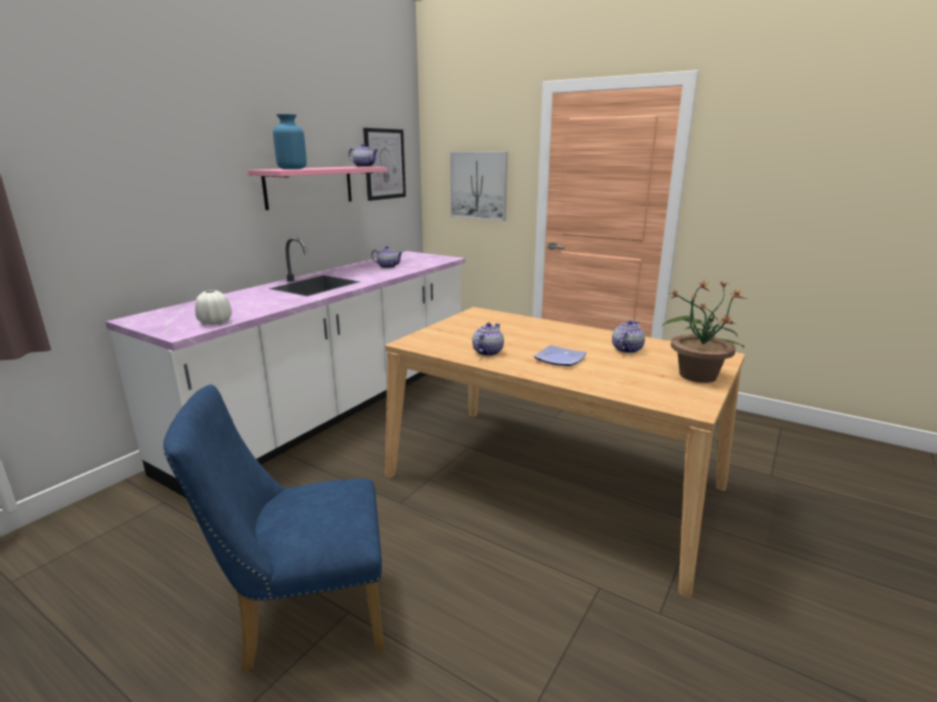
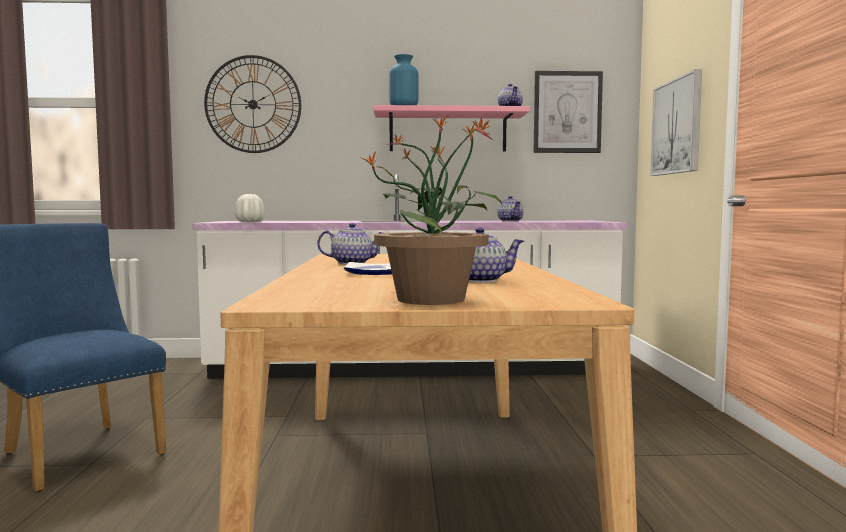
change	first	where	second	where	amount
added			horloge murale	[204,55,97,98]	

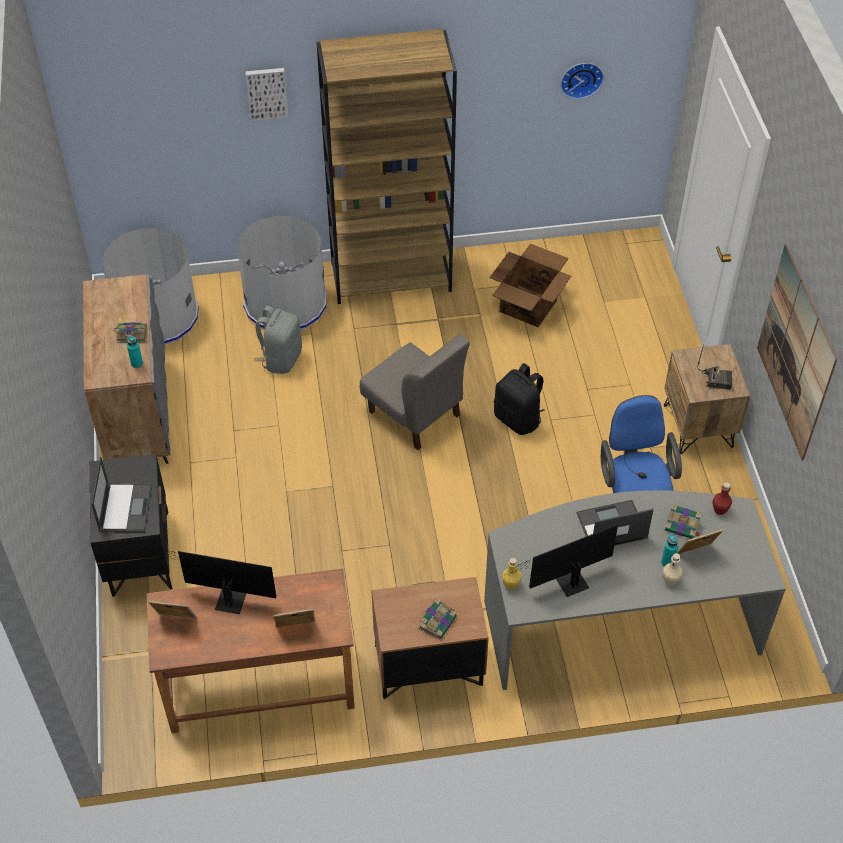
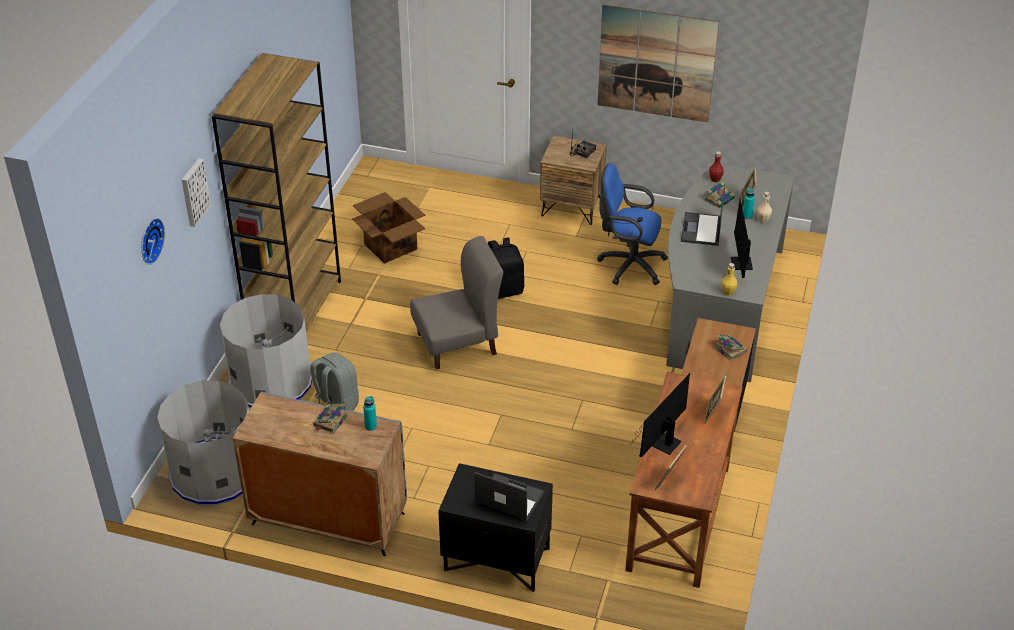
change	first	where	second	where	amount
moved	horloge murale	[561,63,43,36]		[141,218,24,47]	

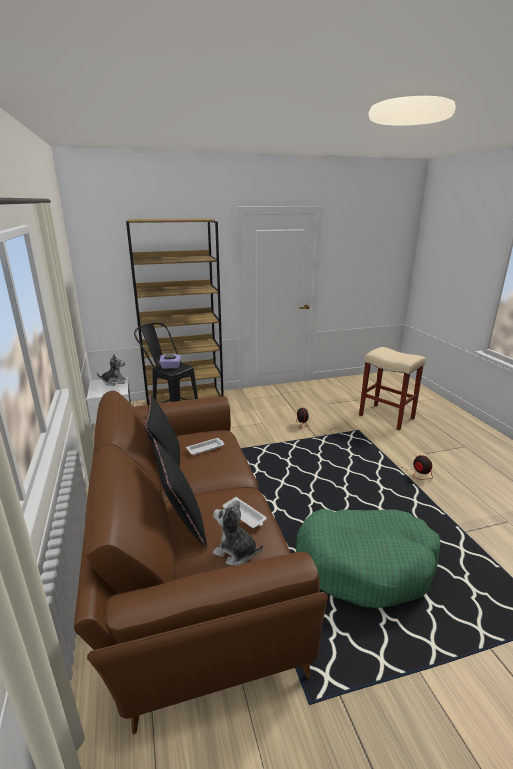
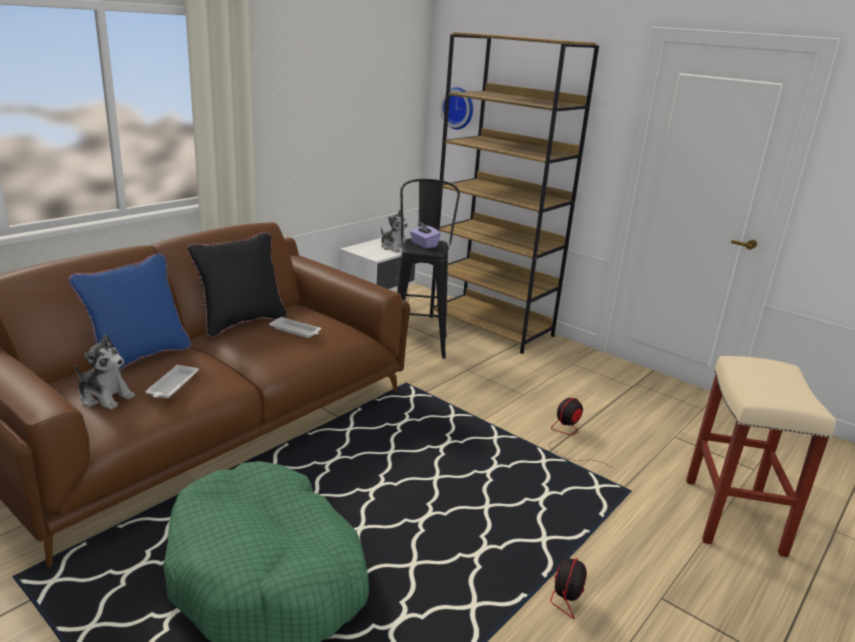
change	first	where	second	where	amount
recoloured	coussin [noir]	[153,439,54,109]	coussin [bleu]	[68,253,123,118]	
turned	peluche	[213,501,50,65]		[75,334,60,76]	120 degrees clockwise
added			horloge murale	[440,87,33,43]	

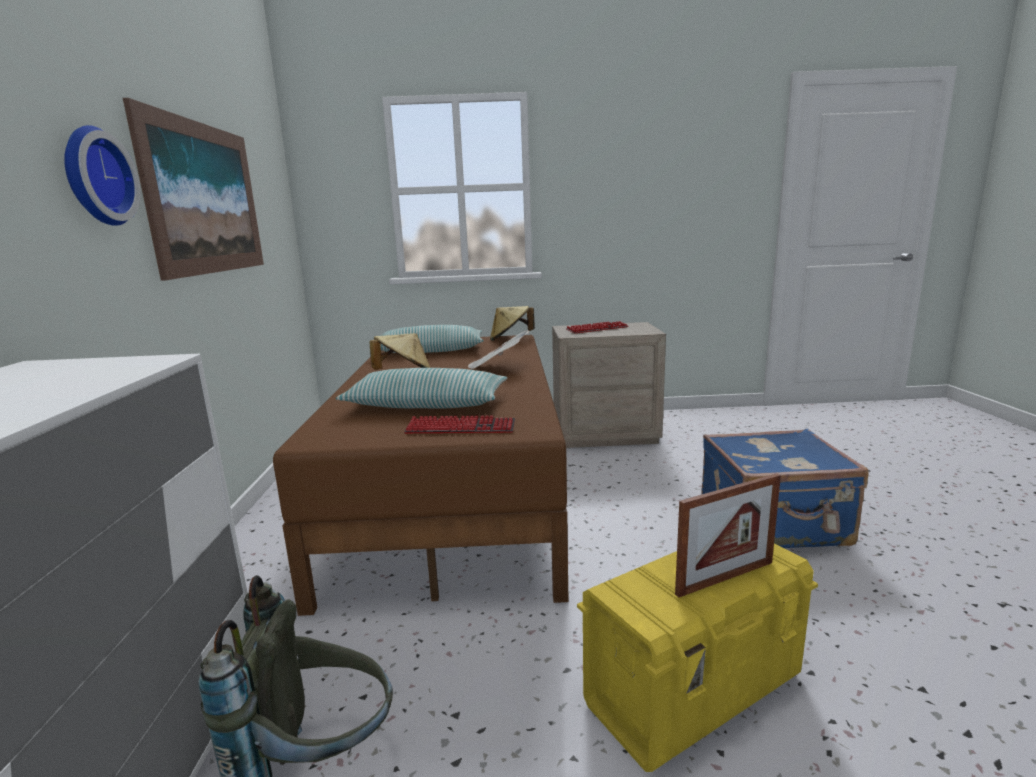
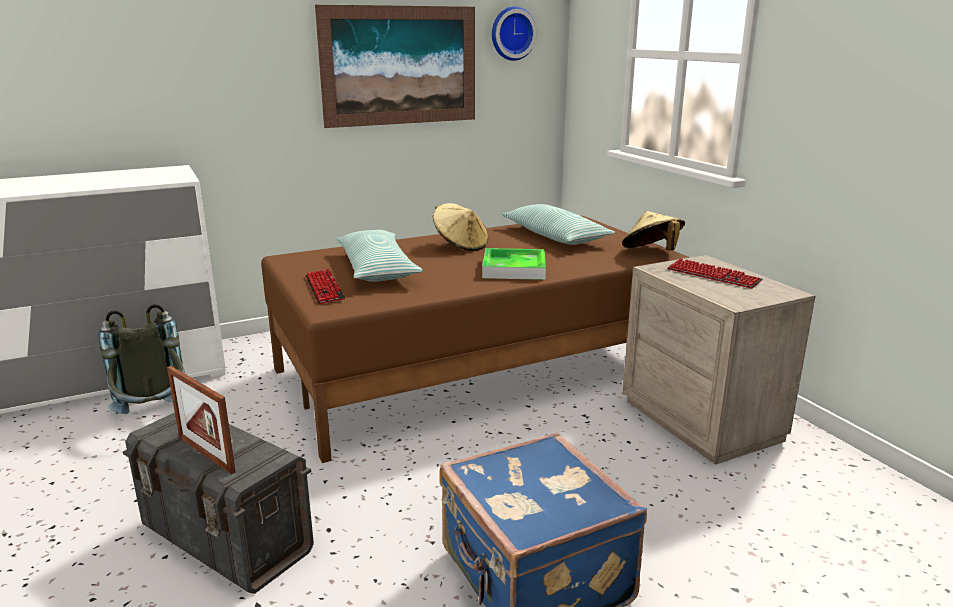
change	first	where	second	where	amount
recoloured	boîte de rangement [jaune]	[577,543,241,229]	boîte de rangement [gris]	[123,413,191,181]	
replaced	journal	[468,330,61,39]	plateau	[482,248,64,32]	
moved	horloge murale	[64,125,77,101]		[492,6,45,55]	

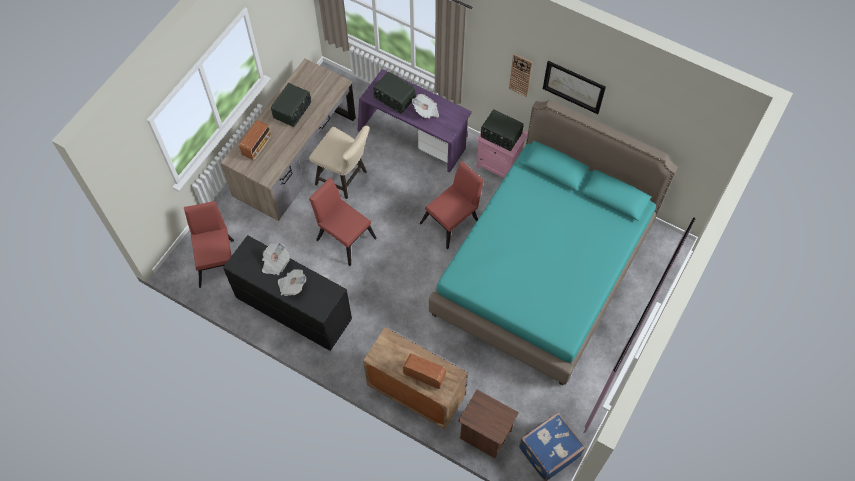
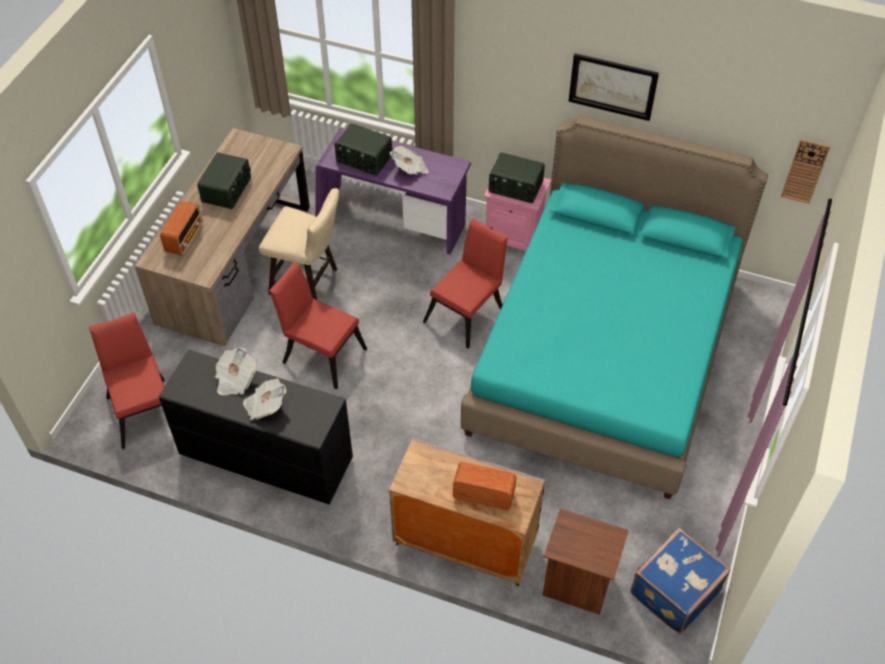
change	first	where	second	where	amount
moved	horloge murale	[509,54,24,43]		[781,139,50,65]	

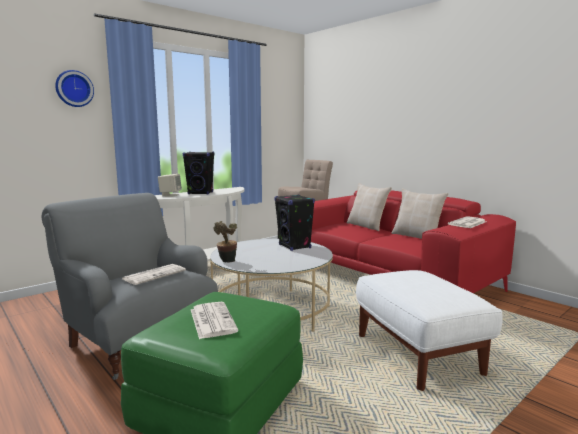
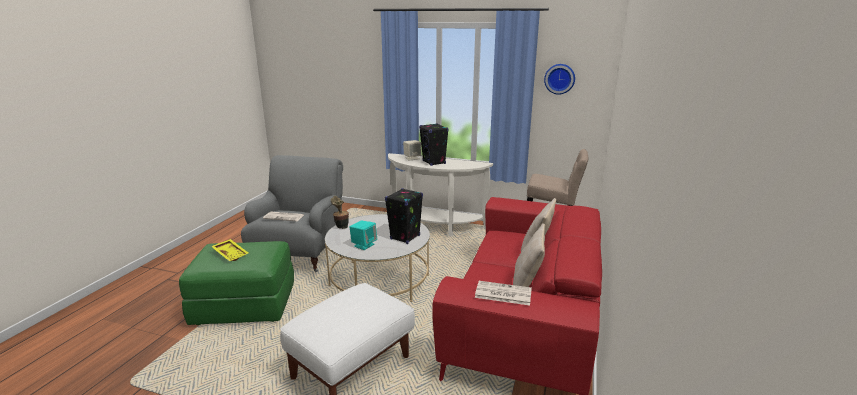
change	first	where	second	where	amount
replaced	journal	[191,302,47,37]	plateau [jaune]	[211,239,37,22]	
added			enceinte [turquoise]	[350,220,27,30]	
moved	horloge murale	[55,70,39,37]		[544,64,31,31]	

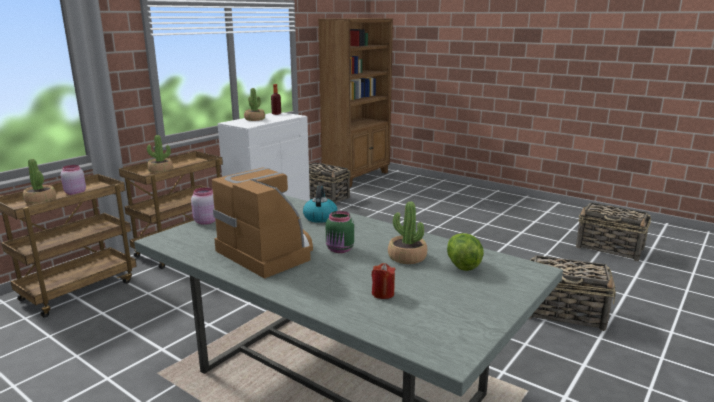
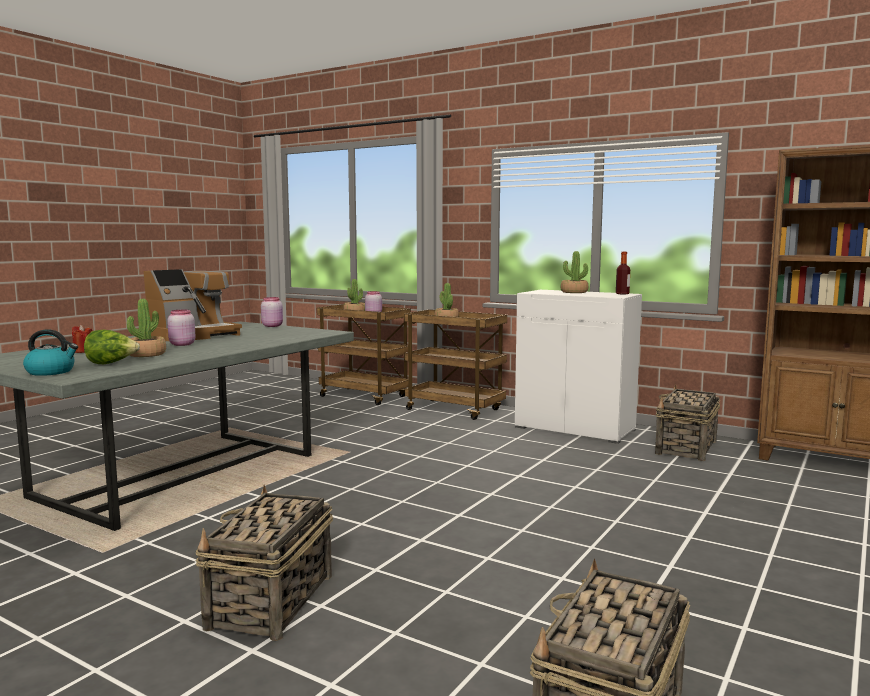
change	first	where	second	where	amount
moved	bouilloire	[303,186,34,37]		[23,329,55,47]	
recoloured	bocal [vert]	[326,211,28,42]	bocal [rose]	[167,310,28,36]	

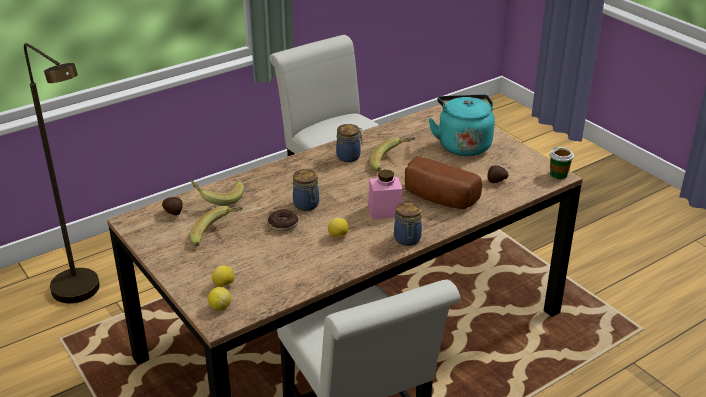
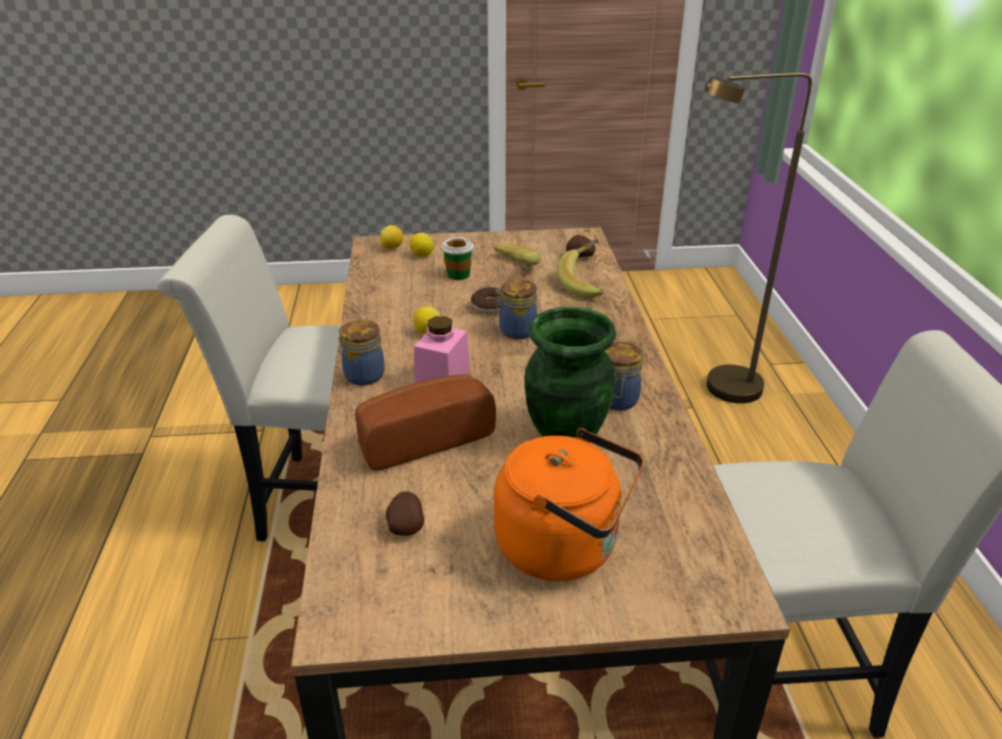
change	first	where	second	where	amount
moved	tasse	[550,147,24,32]		[441,237,33,43]	
recoloured	bouilloire [turquoise]	[429,94,66,62]	bouilloire [orange]	[494,428,150,153]	
replaced	banane	[370,137,45,34]	vase [vert]	[525,307,91,131]	

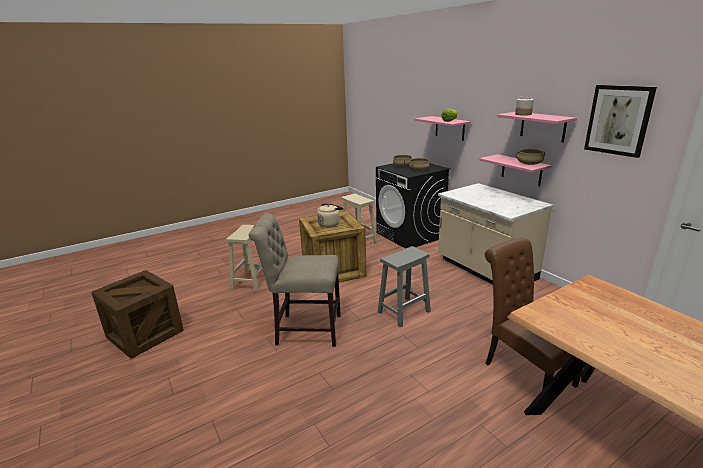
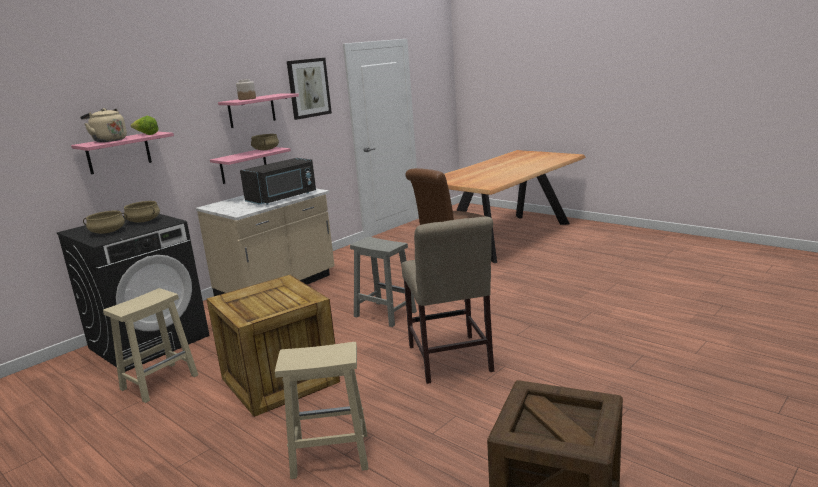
change	first	where	second	where	amount
moved	bouilloire [beige]	[317,204,26,24]		[80,108,47,34]	
added			micro-ondes [noir]	[240,158,76,47]	

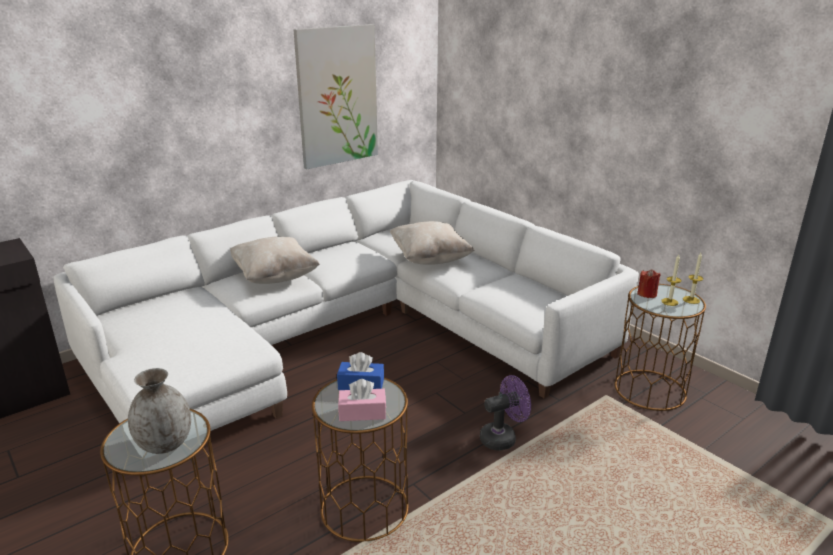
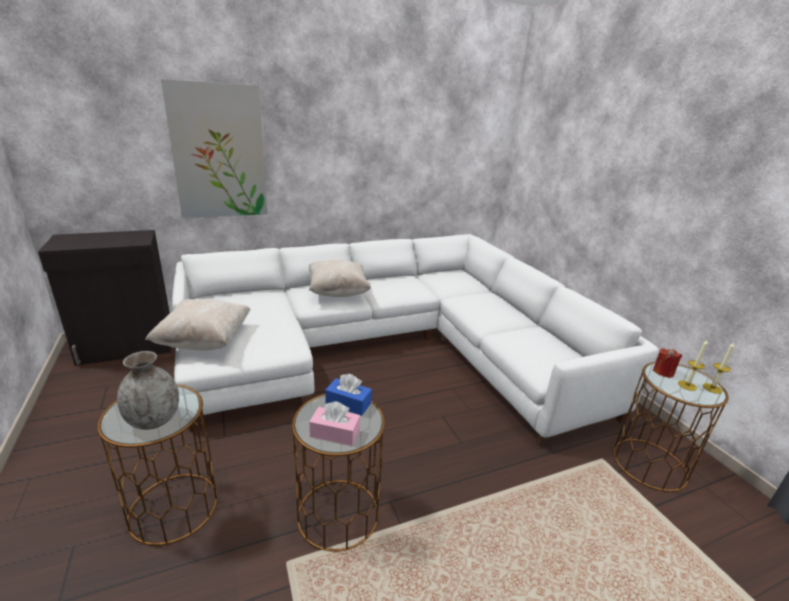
change	first	where	second	where	amount
moved	coussin [beige]	[390,221,85,44]		[145,299,105,51]	
moved	tableau	[293,24,85,145]		[161,79,106,139]	
removed	ventilateur [violet]	[480,375,51,76]			

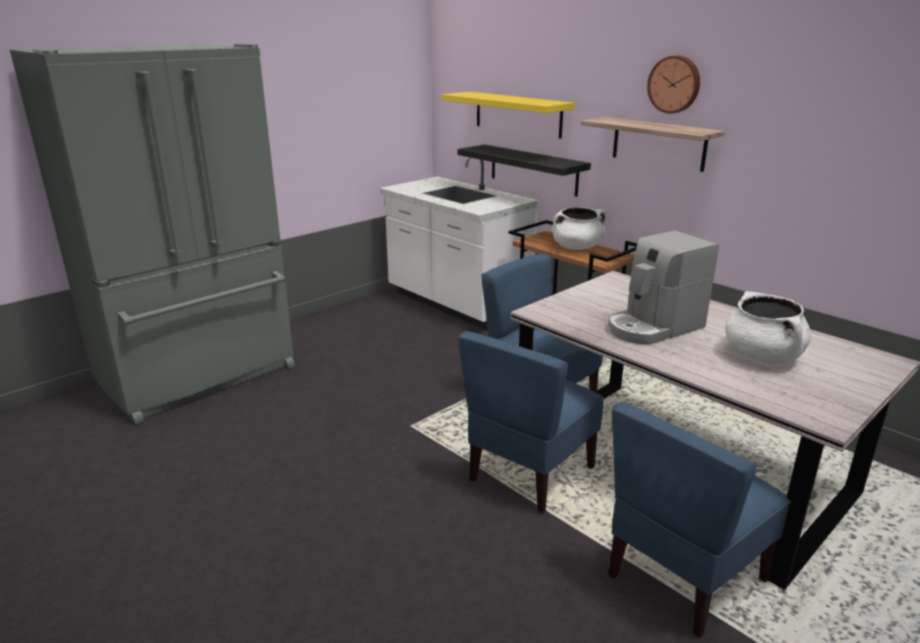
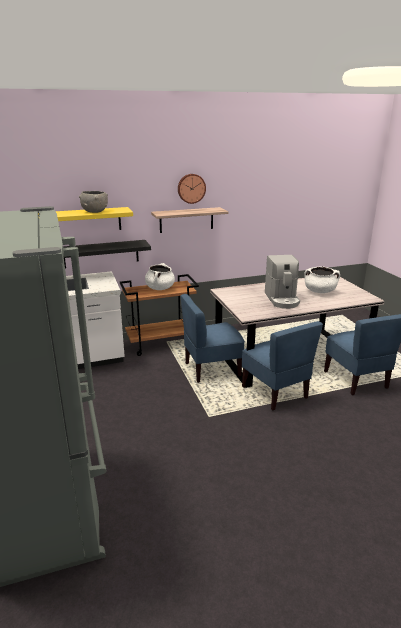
change	first	where	second	where	amount
added			bol [gris]	[79,191,29,22]	

